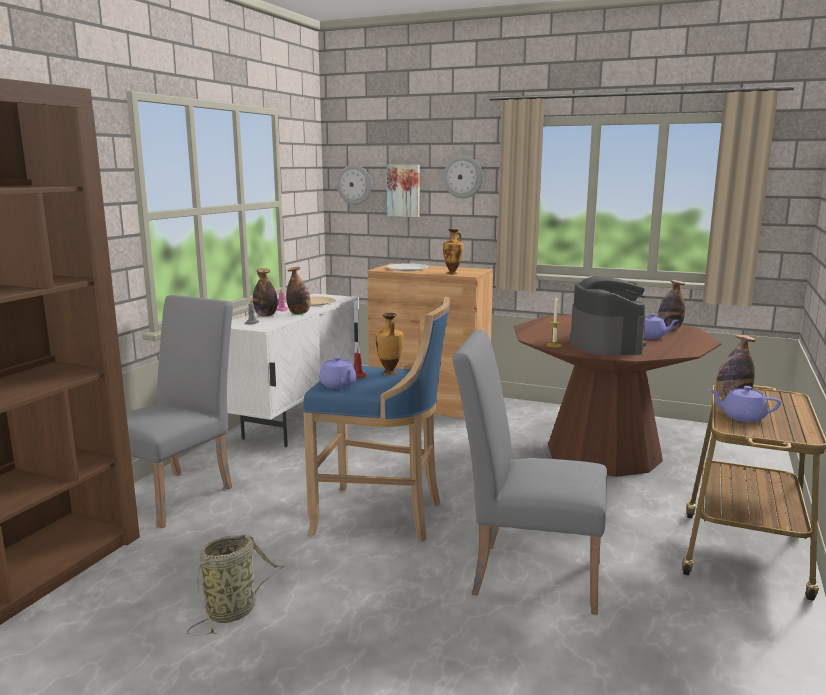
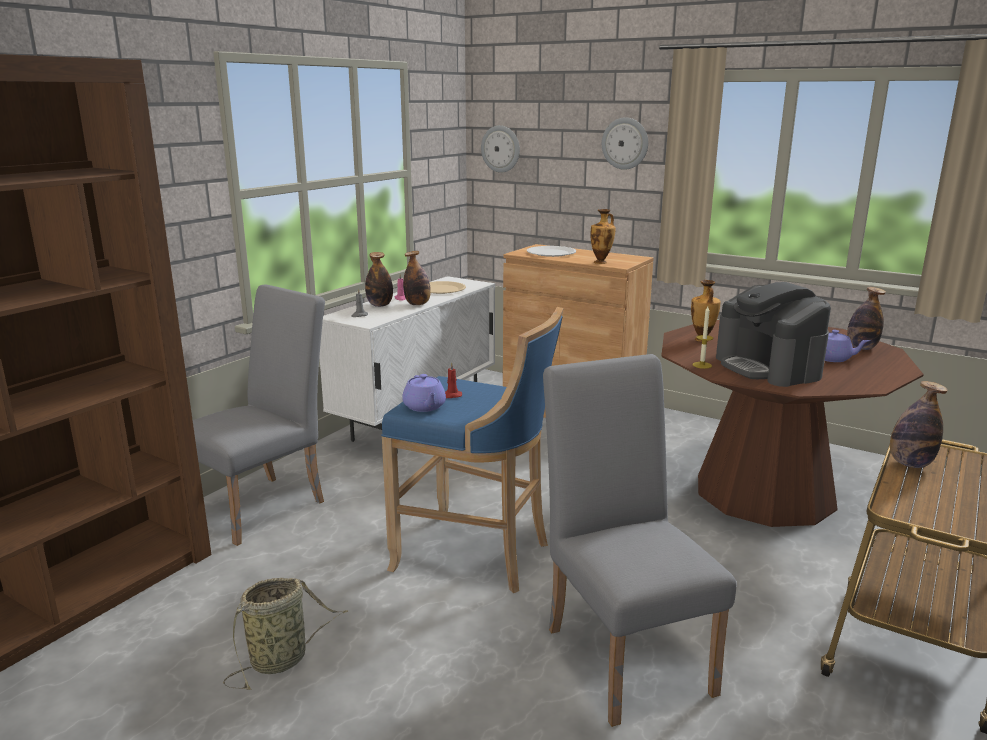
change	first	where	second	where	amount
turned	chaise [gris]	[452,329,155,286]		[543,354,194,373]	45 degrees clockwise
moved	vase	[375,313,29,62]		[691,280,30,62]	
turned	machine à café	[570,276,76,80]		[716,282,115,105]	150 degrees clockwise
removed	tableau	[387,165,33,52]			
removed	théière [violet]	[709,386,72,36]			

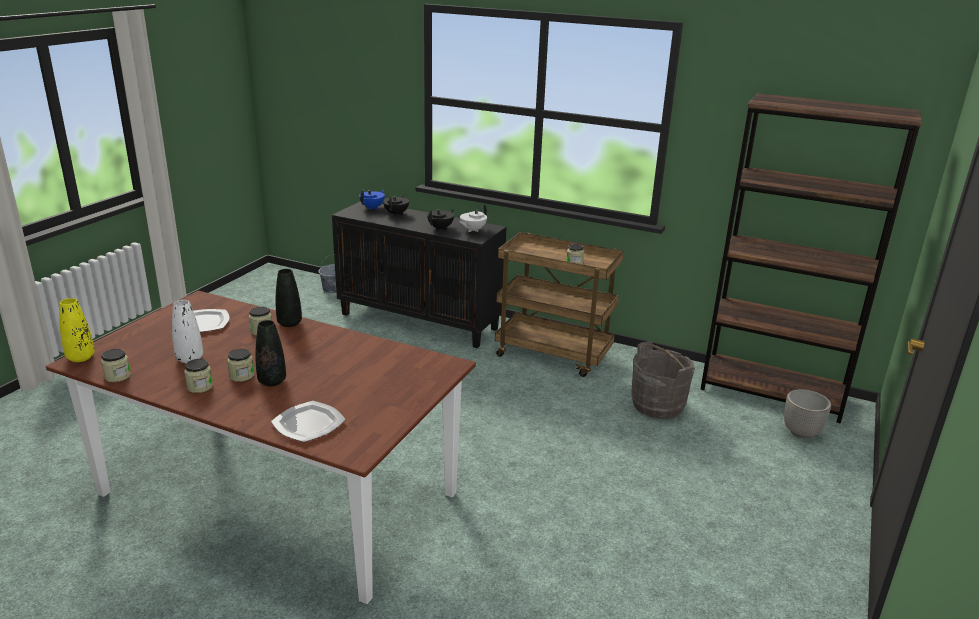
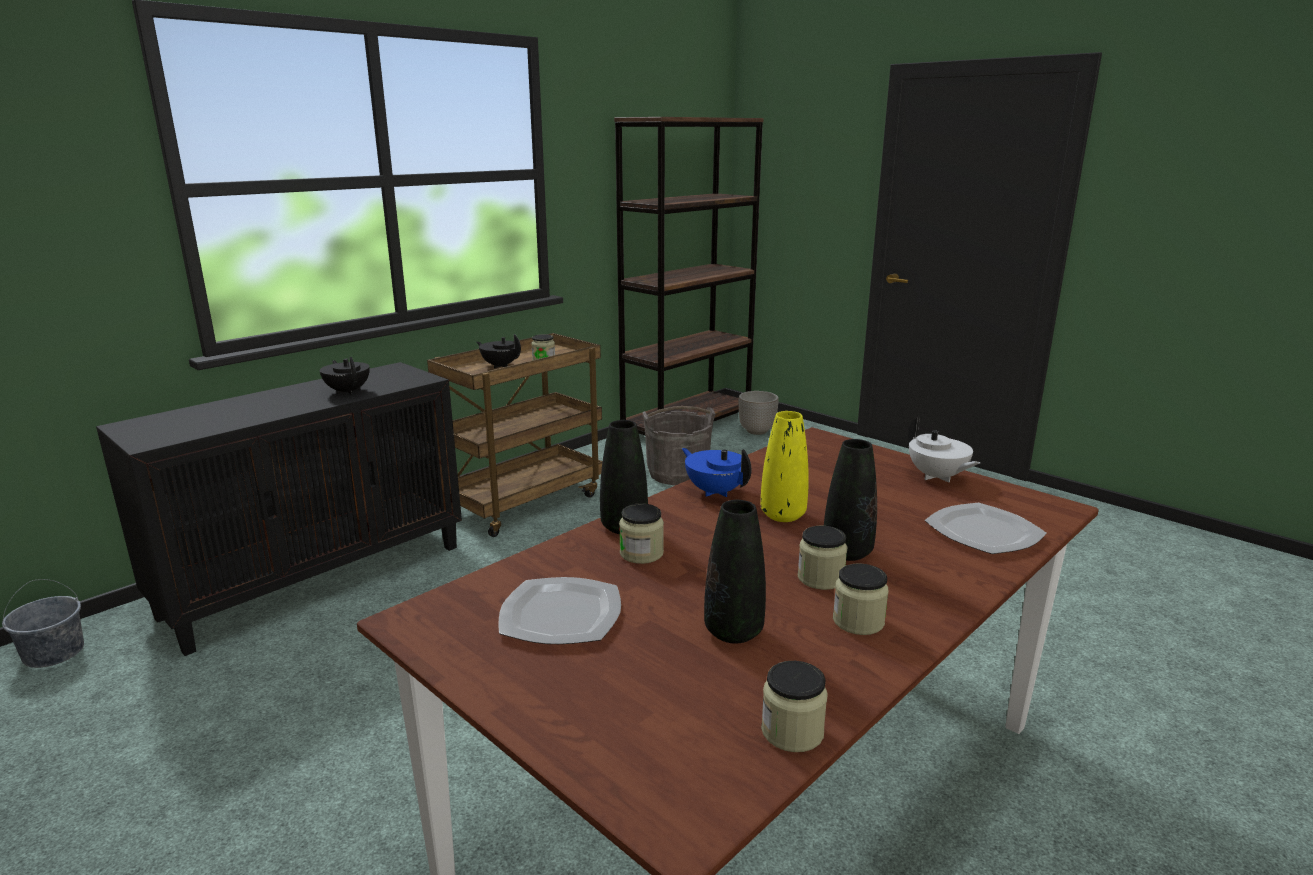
change	first	where	second	where	amount
moved	théière [noir]	[383,195,26,21]		[477,334,44,34]	
moved	théière [bleu]	[359,190,26,20]		[682,448,69,49]	
recoloured	vase [blanc]	[172,300,31,63]	vase [noir]	[704,500,62,144]	
moved	vase [jaune]	[59,298,36,64]		[761,411,48,111]	
moved	théière [blanc]	[459,204,28,28]		[908,417,72,66]	

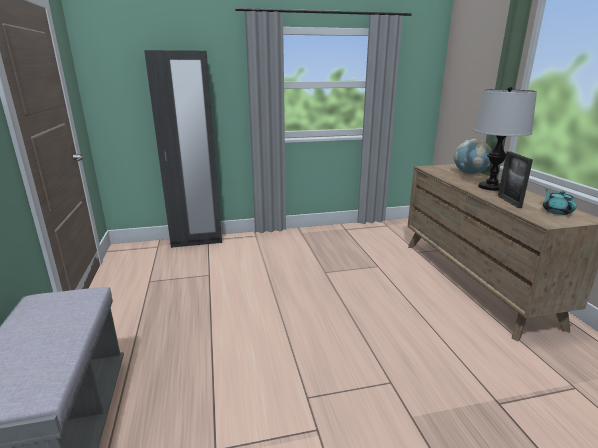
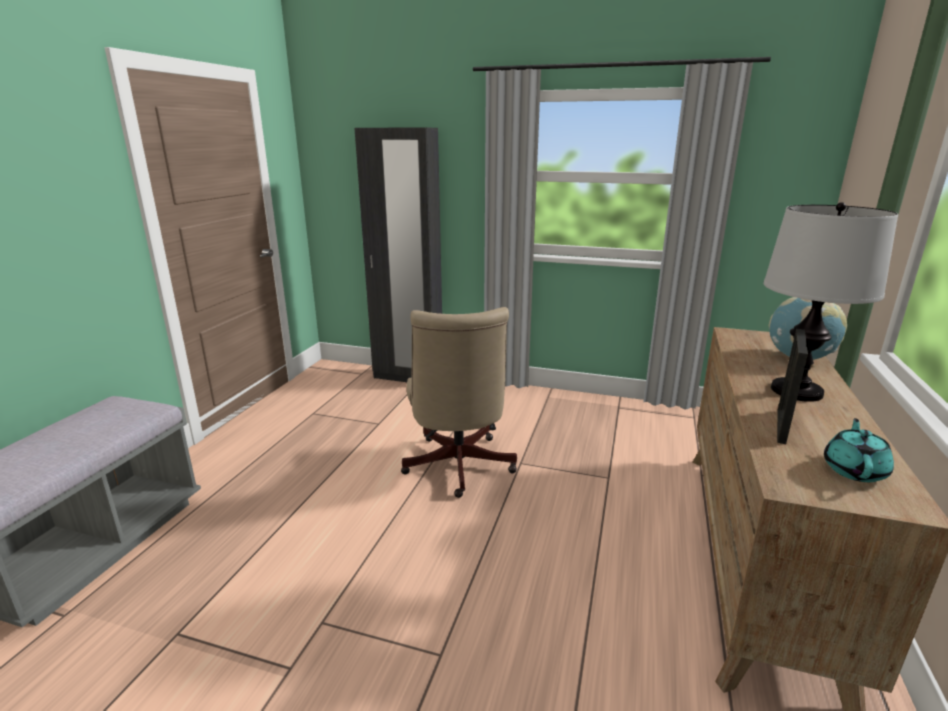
change	first	where	second	where	amount
added			chaise de bureau [beige]	[401,307,116,191]	

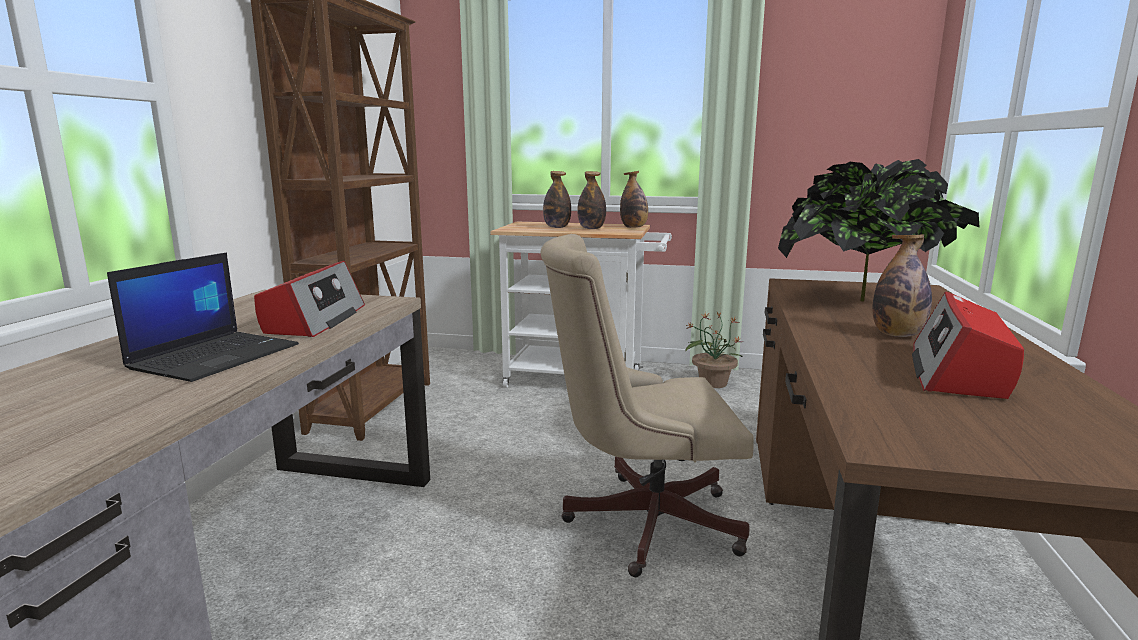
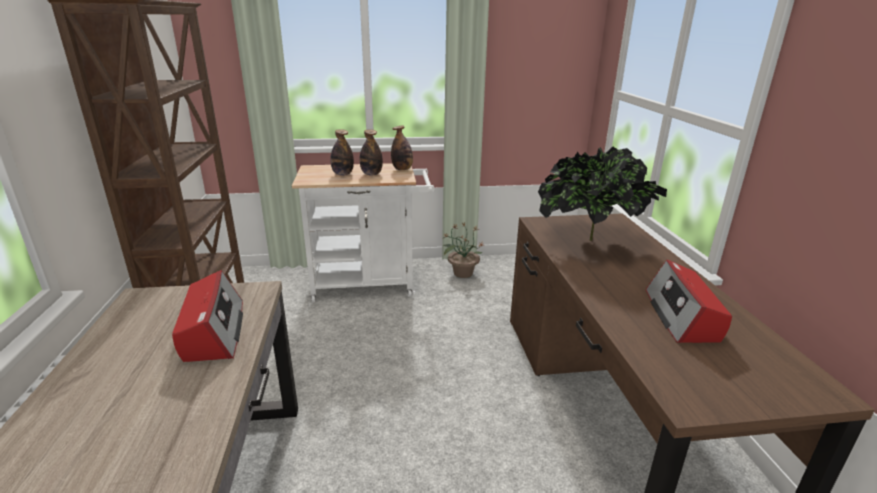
change	first	where	second	where	amount
removed	ordinateur portable	[107,252,192,130]			
removed	chaise de bureau [beige]	[541,234,213,343]			
removed	bouteille	[872,234,60,103]			

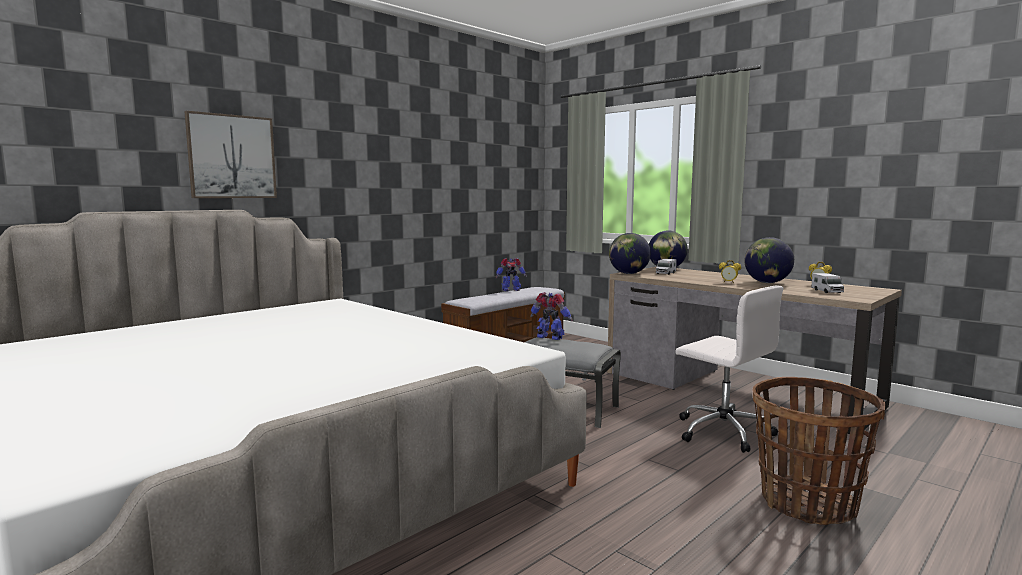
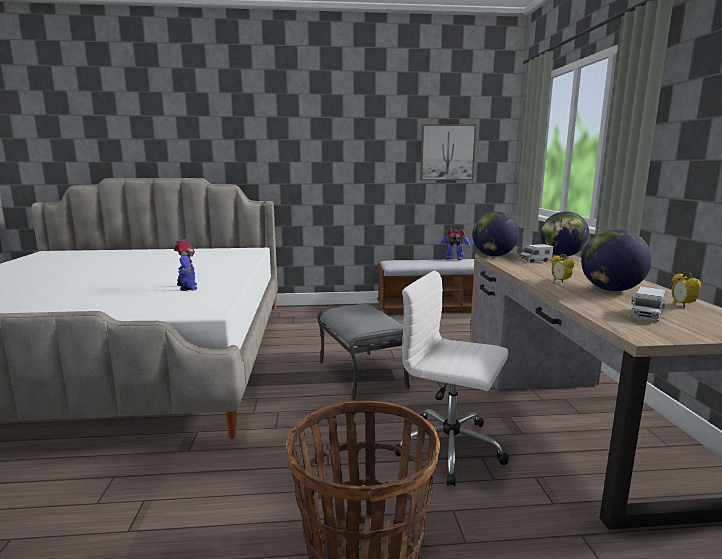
change	first	where	second	where	amount
moved	robot jouet	[530,292,43,48]		[174,239,23,52]	
turned	chaise de bureau [blanc]	[675,286,108,167]		[394,271,115,216]	120 degrees clockwise
moved	tableau	[184,111,93,87]		[420,124,56,56]	

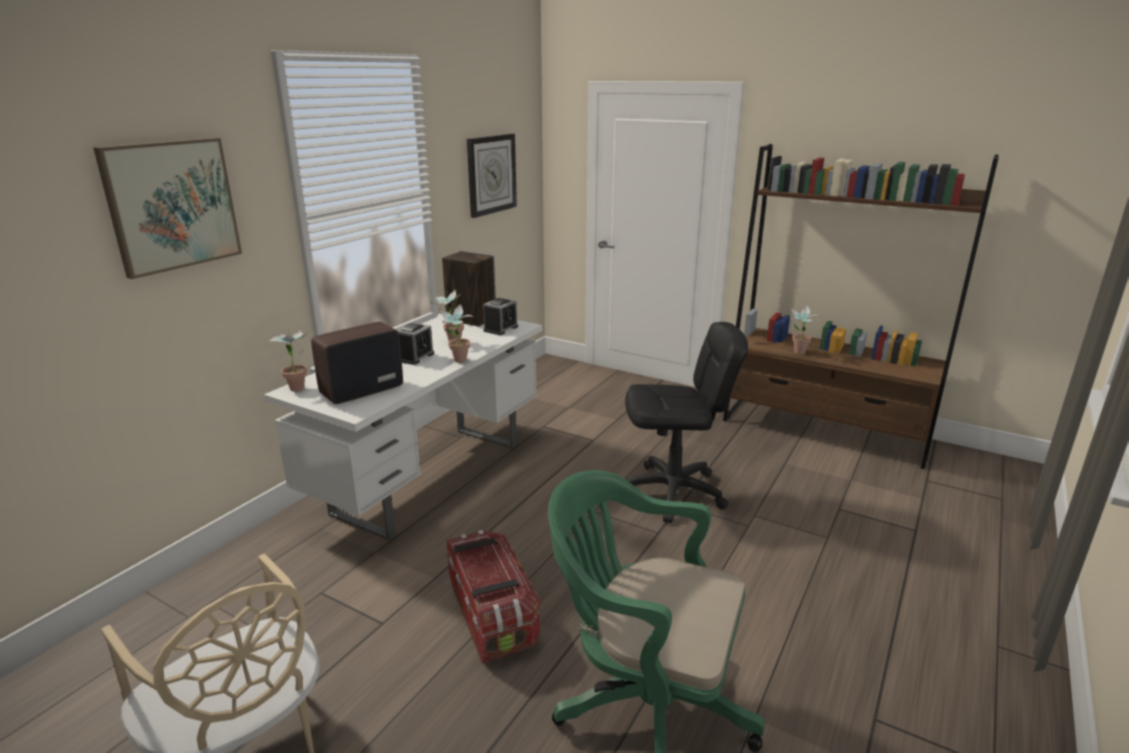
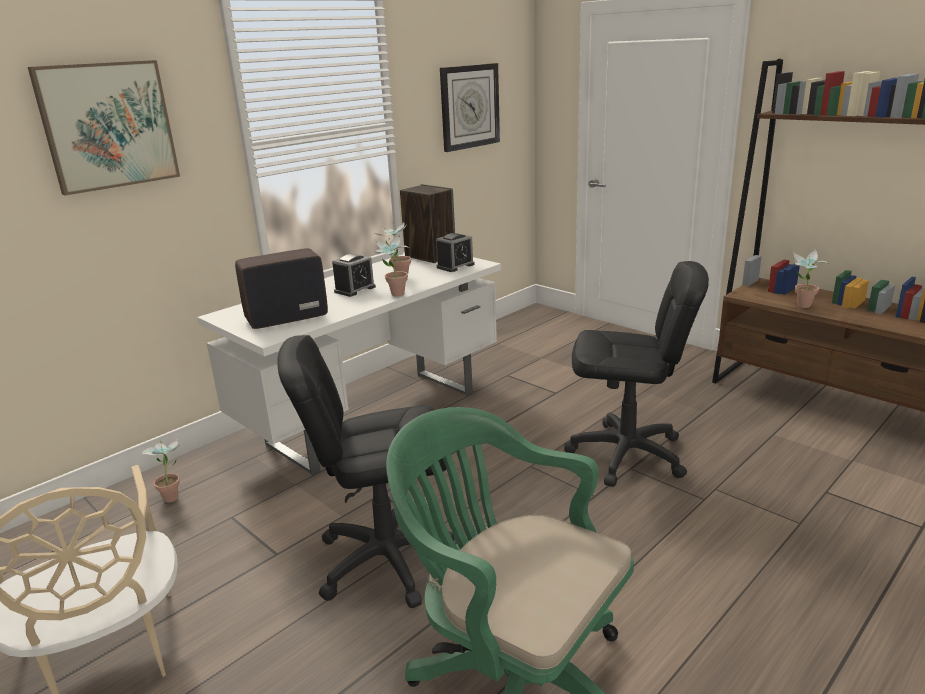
change	first	where	second	where	amount
moved	plante en pot	[269,328,39,64]		[141,439,39,64]	
replaced	boîte de rangement	[447,530,94,133]	chaise de bureau [noir]	[277,335,180,273]	

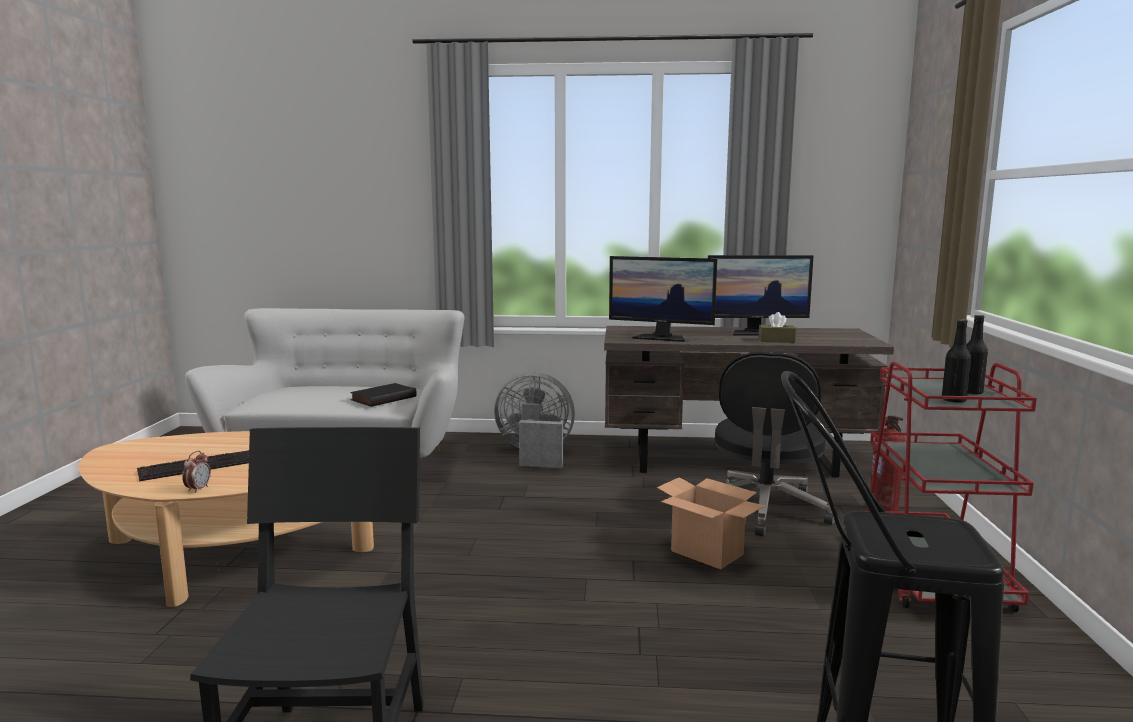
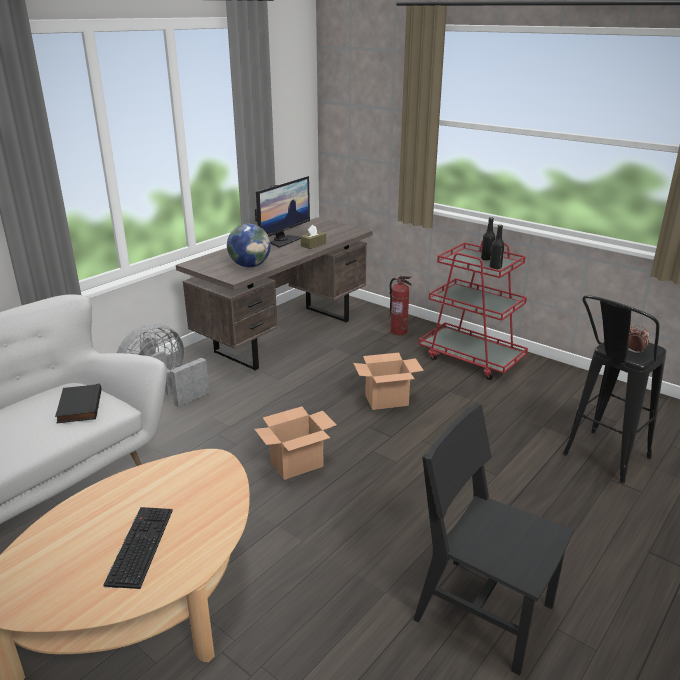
change	first	where	second	where	amount
replaced	écran d'ordinateur	[609,256,108,86]	globe	[227,224,44,43]	
added			carton	[254,406,82,74]	
moved	réveil	[182,451,29,42]		[628,325,21,28]	
removed	chaise de bureau [noir]	[715,352,120,185]			

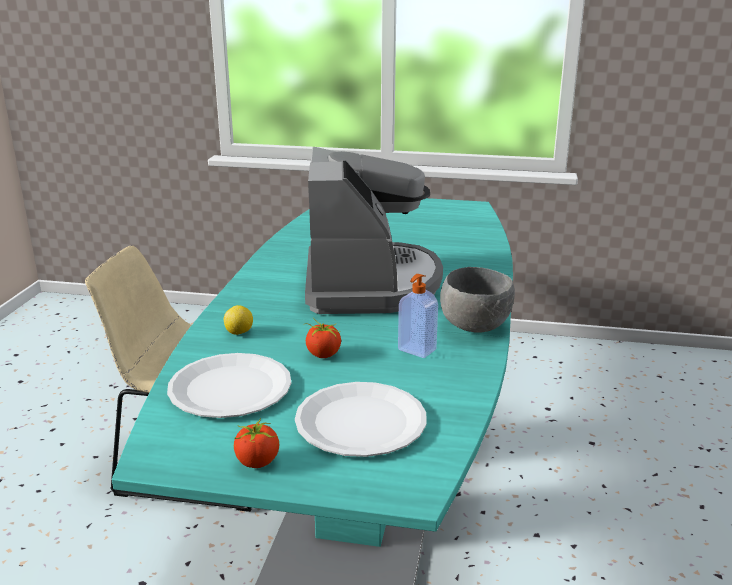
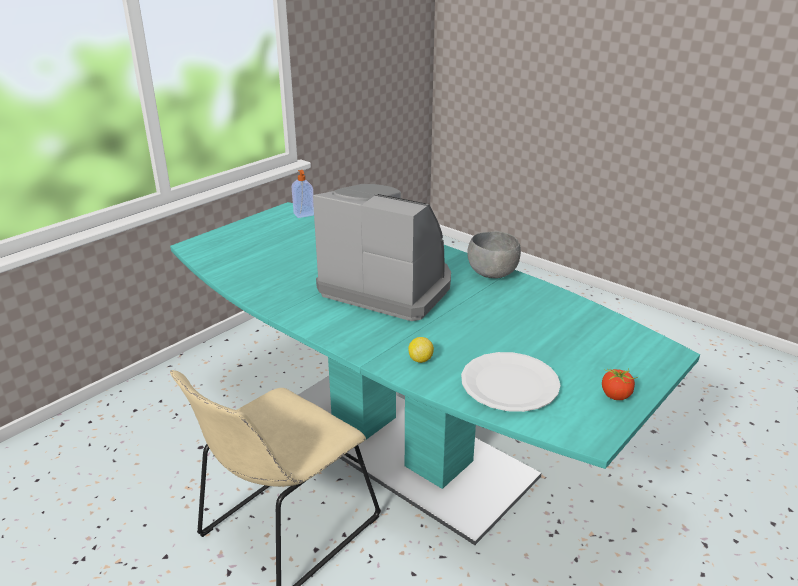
change	first	where	second	where	amount
moved	distributeur de savon	[398,274,40,84]		[292,170,22,48]	
removed	assiette [blanc]	[295,382,131,75]			
removed	tomate	[305,317,36,41]			

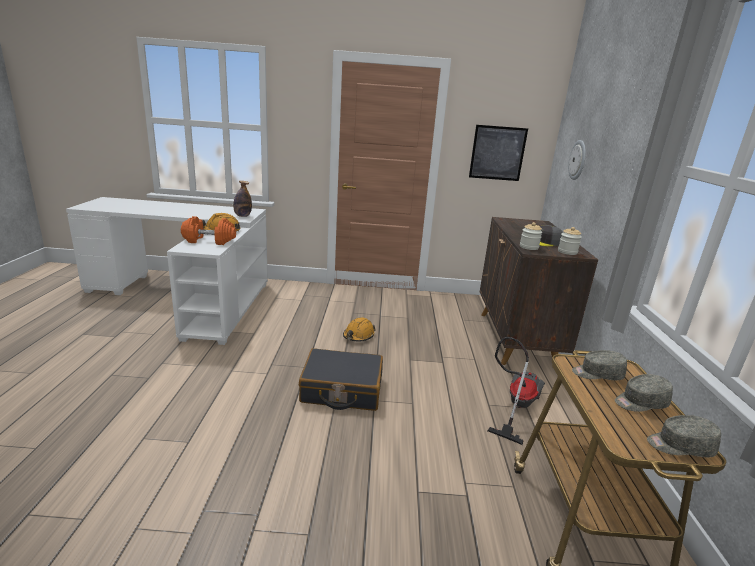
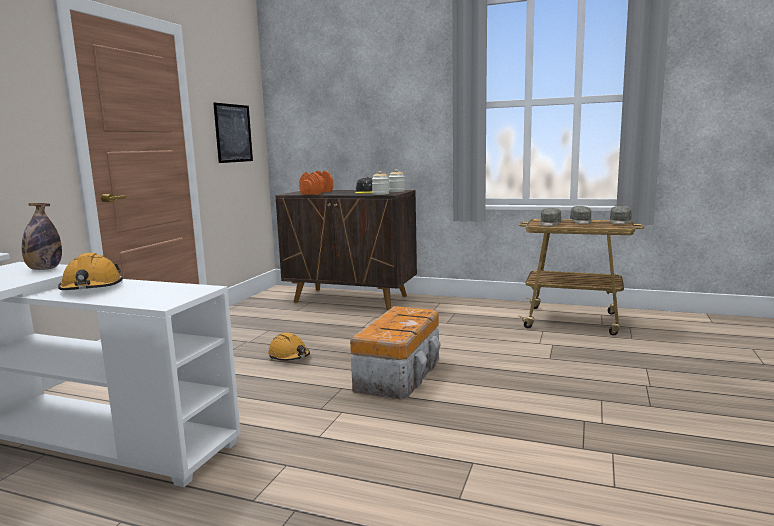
change	first	where	second	where	amount
moved	haltère [orange]	[181,216,55,29]		[299,171,34,23]	
replaced	valise [noir]	[299,348,84,63]	boîte de rangement	[350,306,91,94]	
removed	aspirateur	[487,337,58,108]			
removed	horloge murale	[568,140,18,40]			

